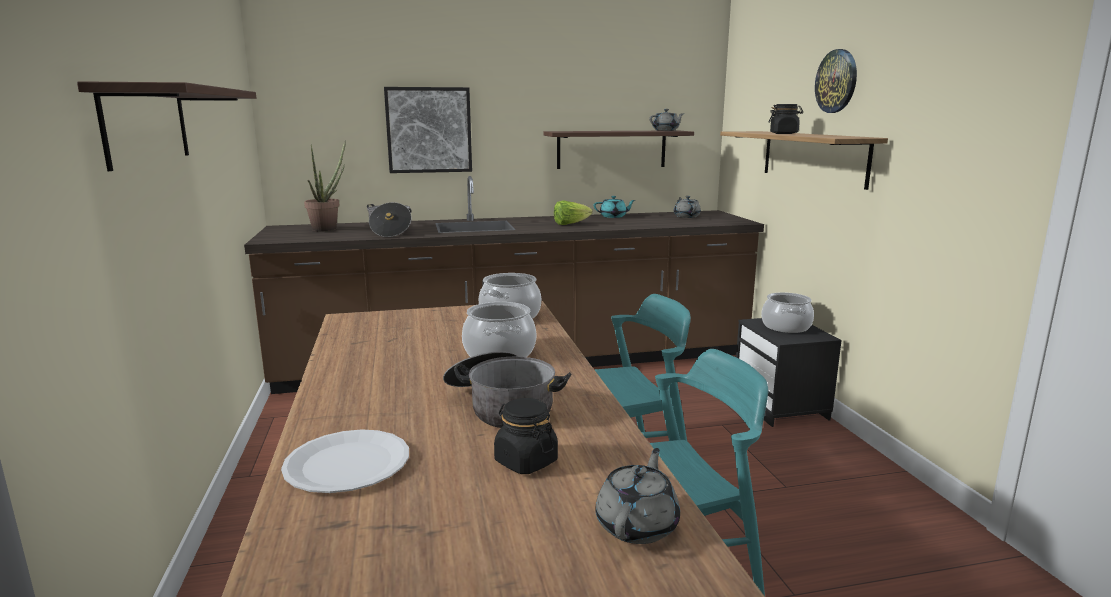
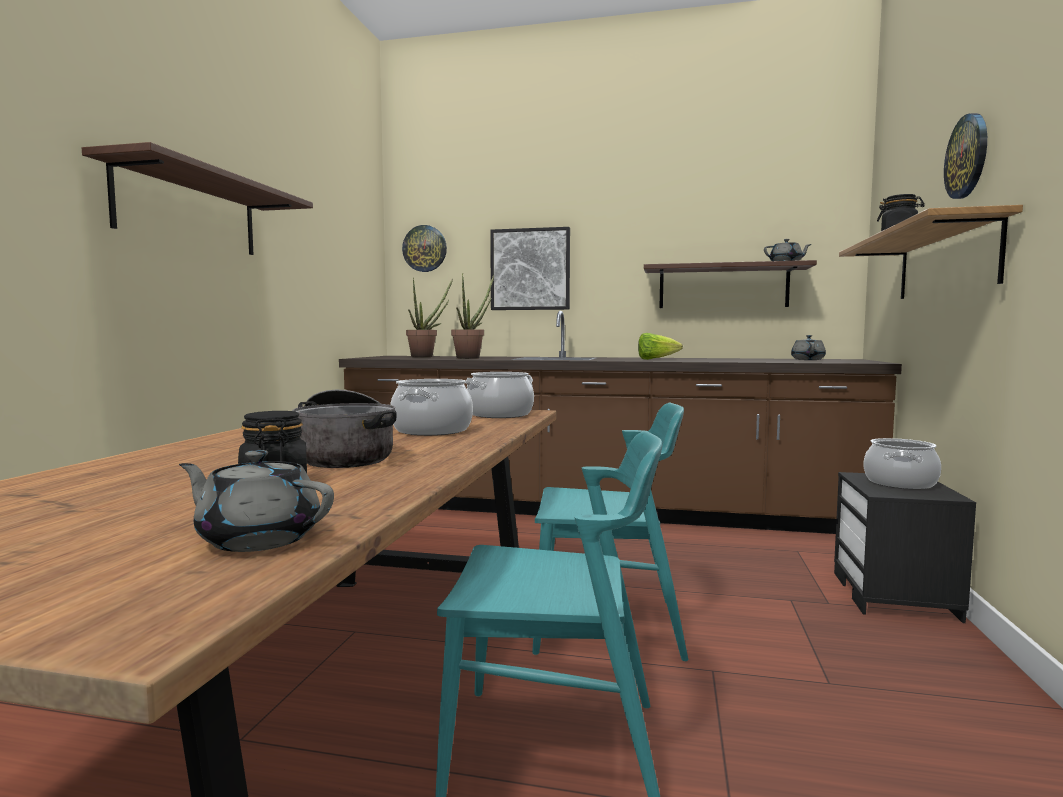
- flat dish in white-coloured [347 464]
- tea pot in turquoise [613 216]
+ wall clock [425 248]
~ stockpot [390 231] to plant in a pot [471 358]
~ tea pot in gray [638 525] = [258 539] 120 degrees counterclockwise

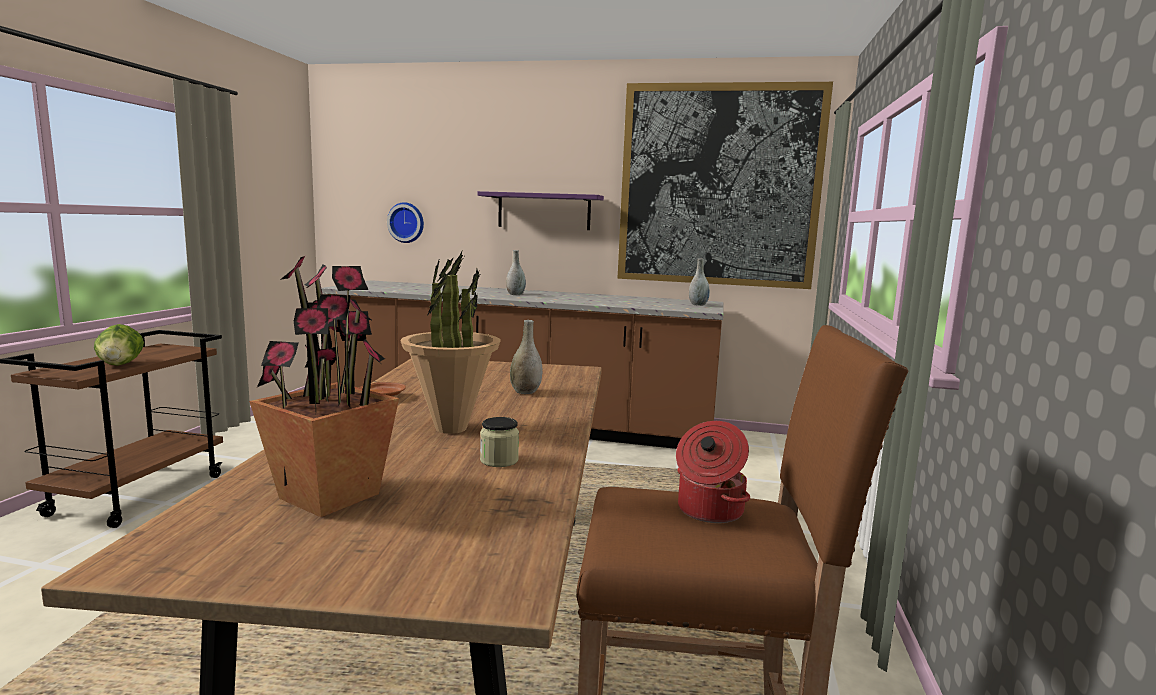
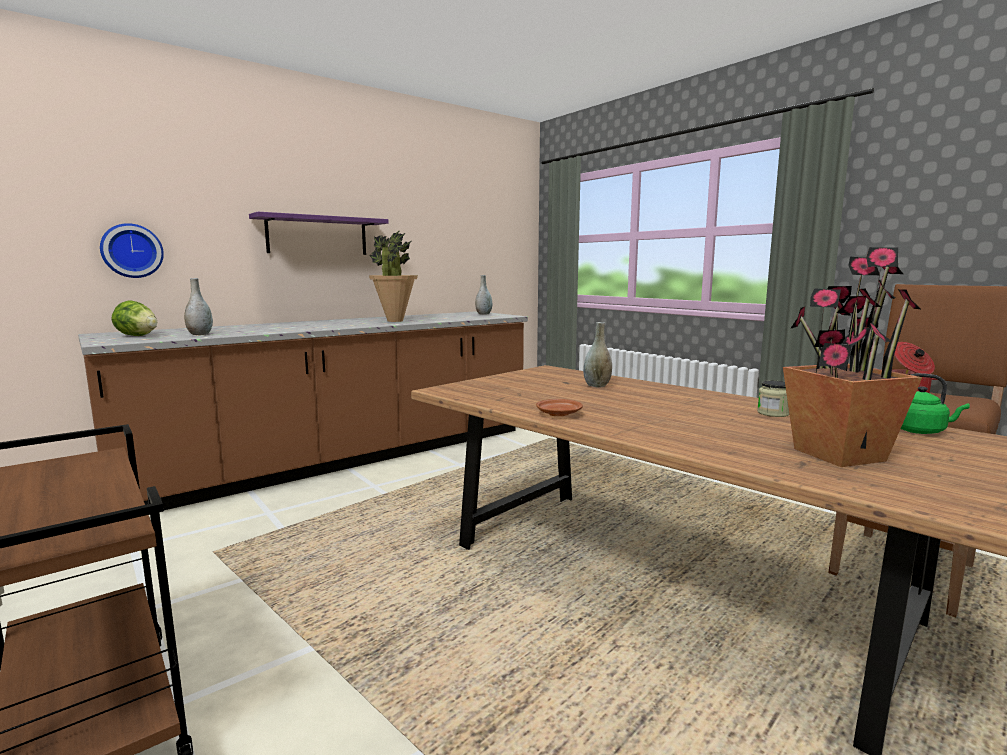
- picture [718 186]
+ tea kettle in green-coloured [920 431]
~ head of lettuce [120 364] to [137 336]
~ plant in a pot [451 428] to [394 321]
~ vase in gray [515 294] to [200 334]

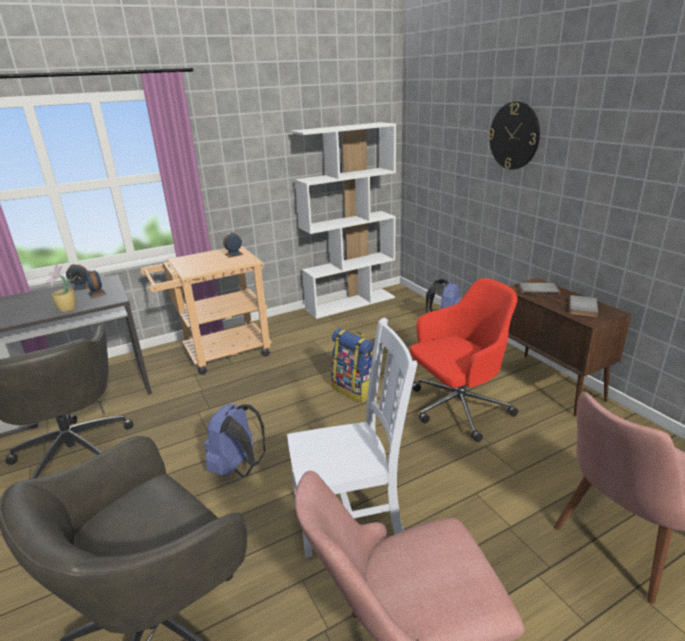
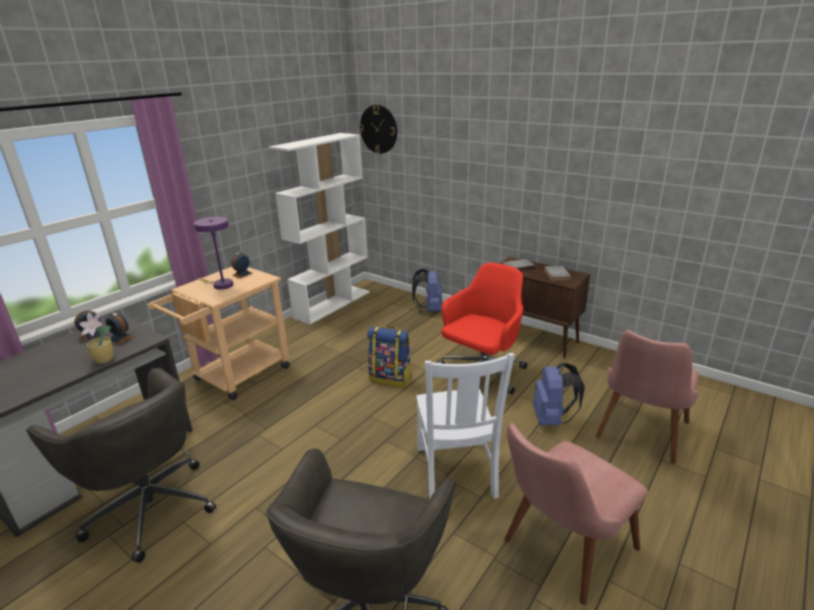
+ lamp for a table in purplish [220 285]
~ rucksack in blue-coloured [238 468] to [552 419]
~ wall clock [514 136] to [378 129]
~ upright chair in white-coloured [351 514] = [456 474] 120 degrees clockwise

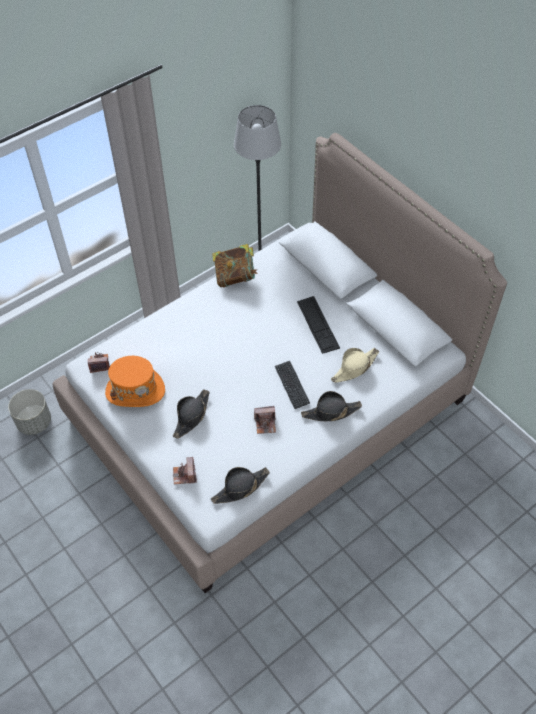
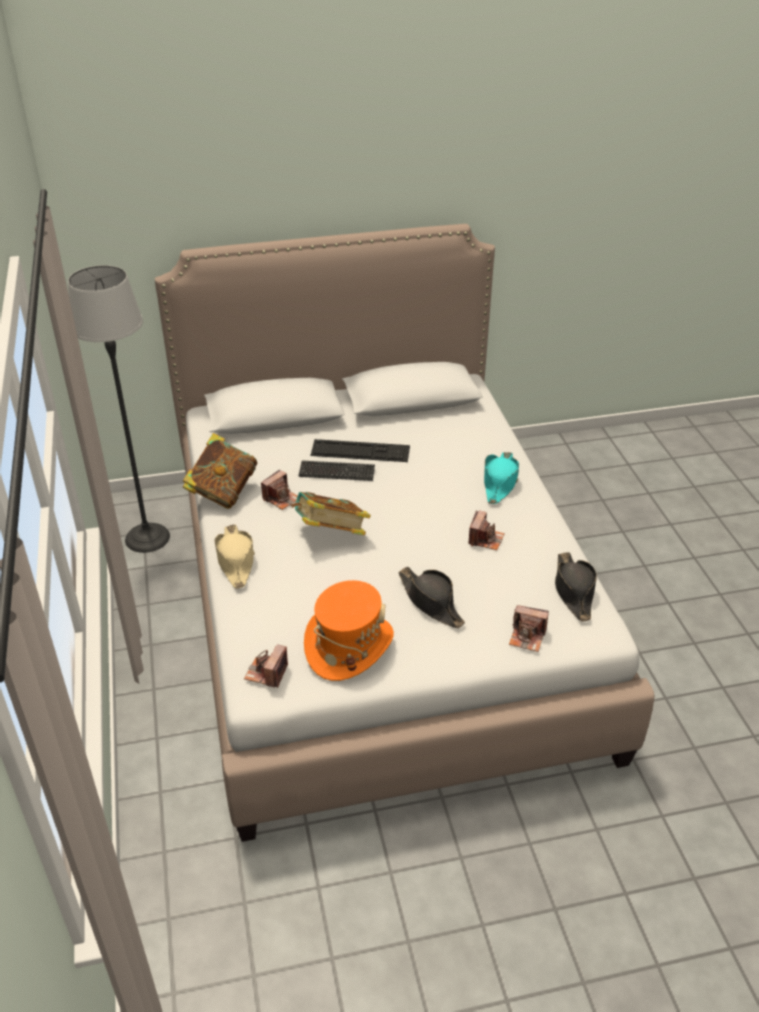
- flower pot in gray [34 422]
+ photo camera [281 498]
+ book [330 534]
~ PC keyboard [292 385] to [337 472]
~ hat in sand-coloured [354 368] to [235 561]
~ hat in blackish [331 412] to hat in turquoise [499 482]

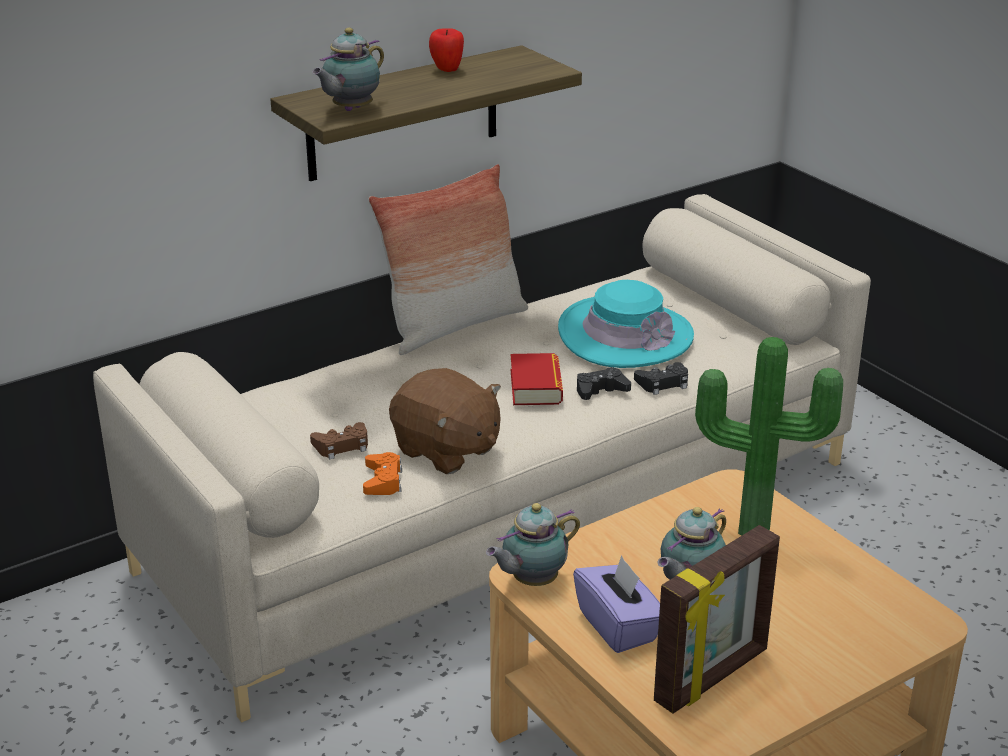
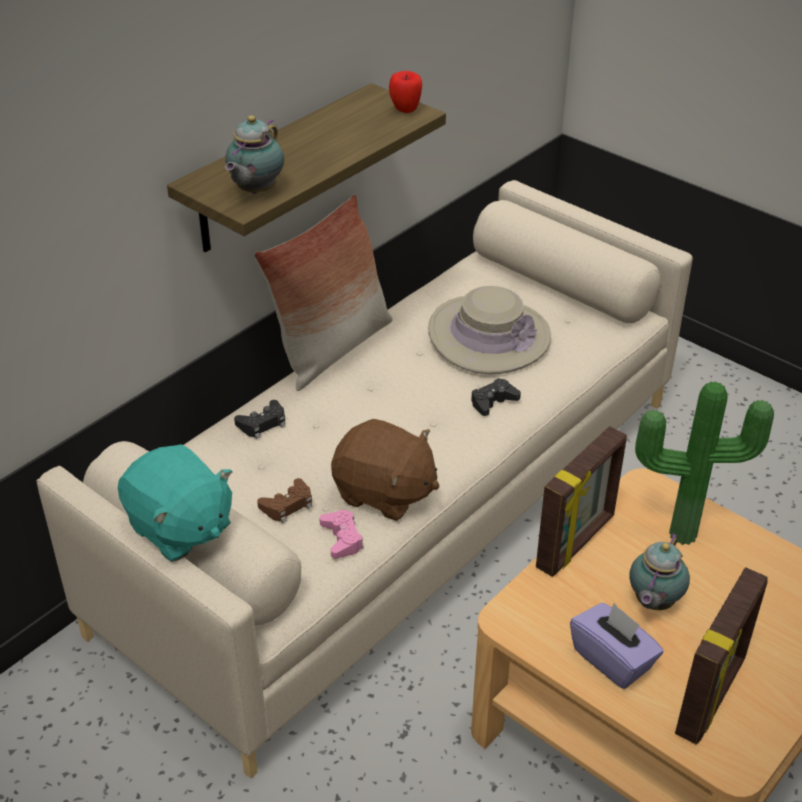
- tea pot [532 581]
- book [536 386]
+ cuddly toy in turquoise [180 528]
+ photo frame [577 543]
~ whole apple [447 70] to [405 110]
~ game controller in blackish [663 383] to [262 424]
~ game controller in orangey [383 480] to game controller in pinkish [342 538]
~ hat in turquoise [625 335] to hat in sand-coloured [489 336]

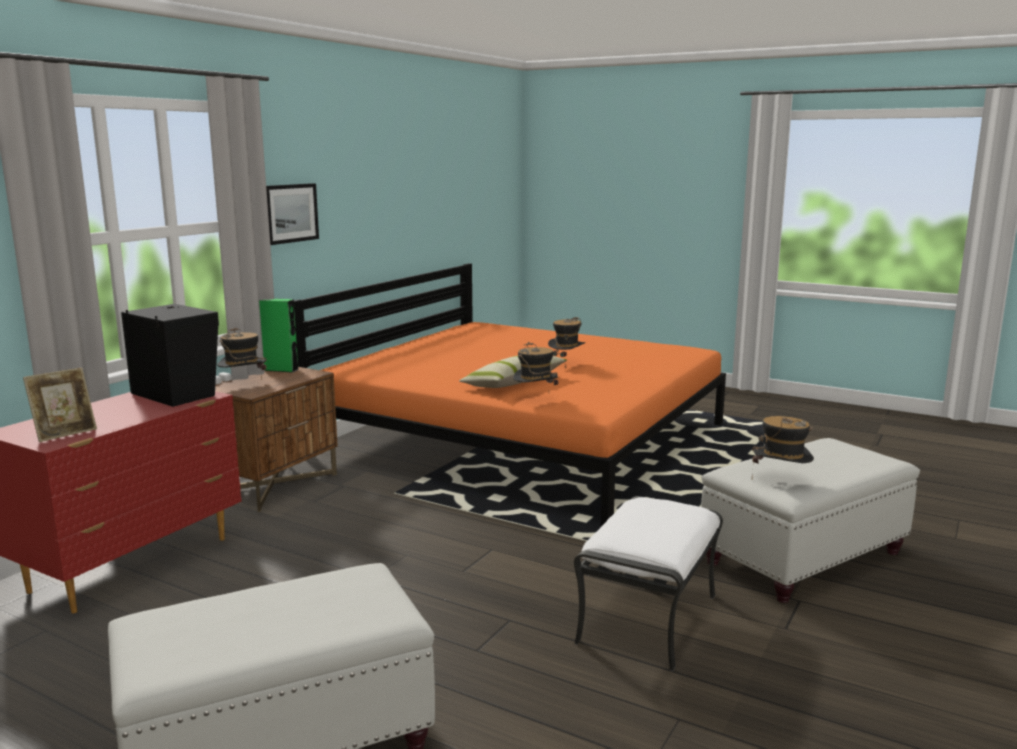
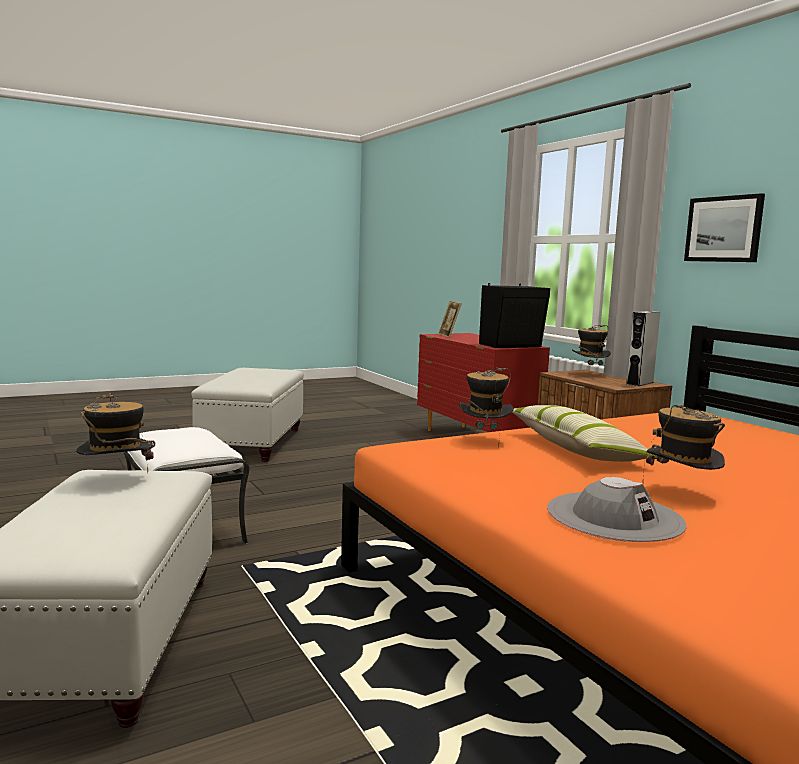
+ hat in gray [614 517]
~ loudspeaker in green-coloured [280 369] to loudspeaker in gray [639 383]

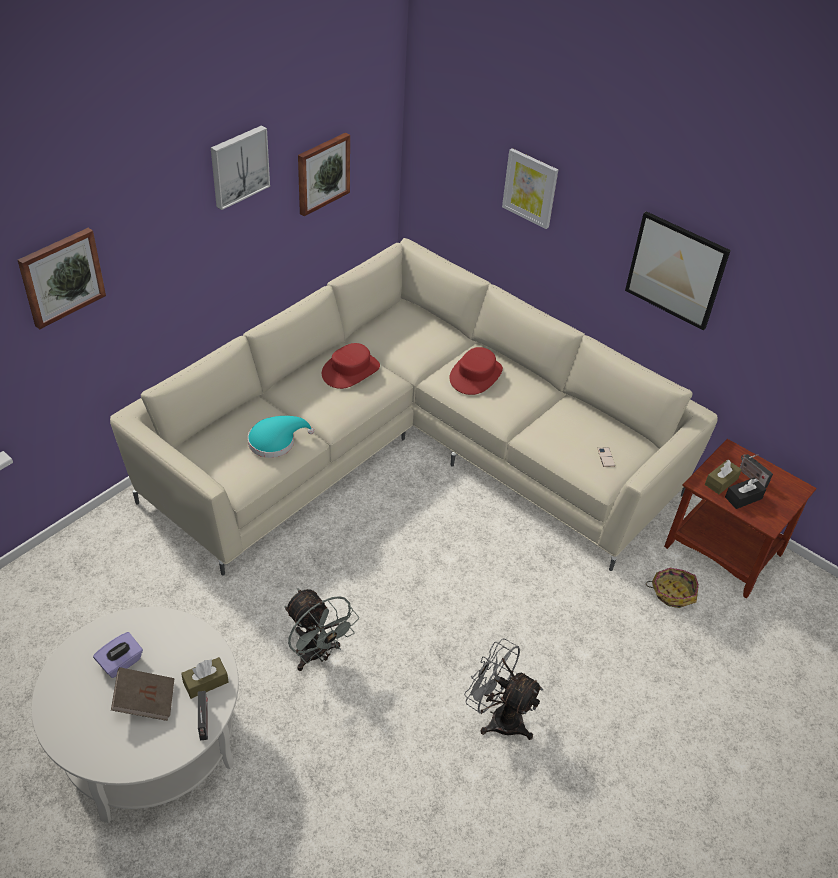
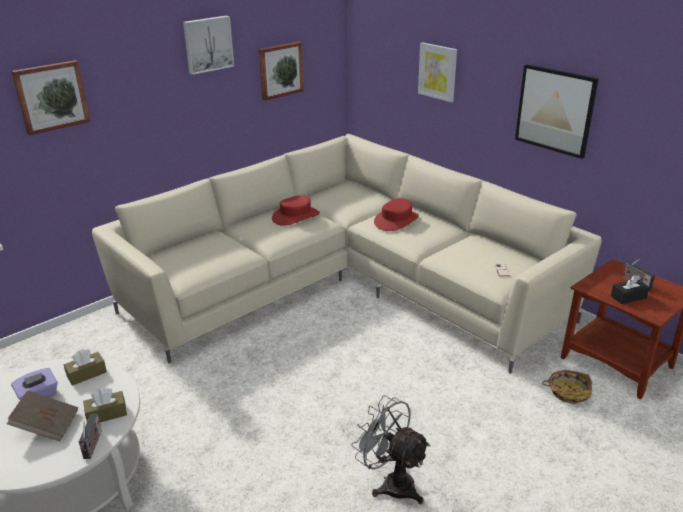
- hat in turquoise [275 441]
- electric fan in gray [317 655]
~ tissue box in brown-coloured [721 482] to [86 374]

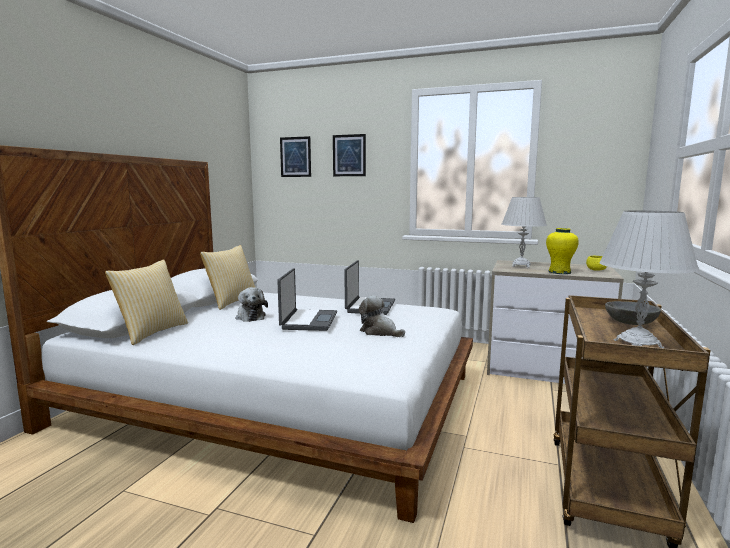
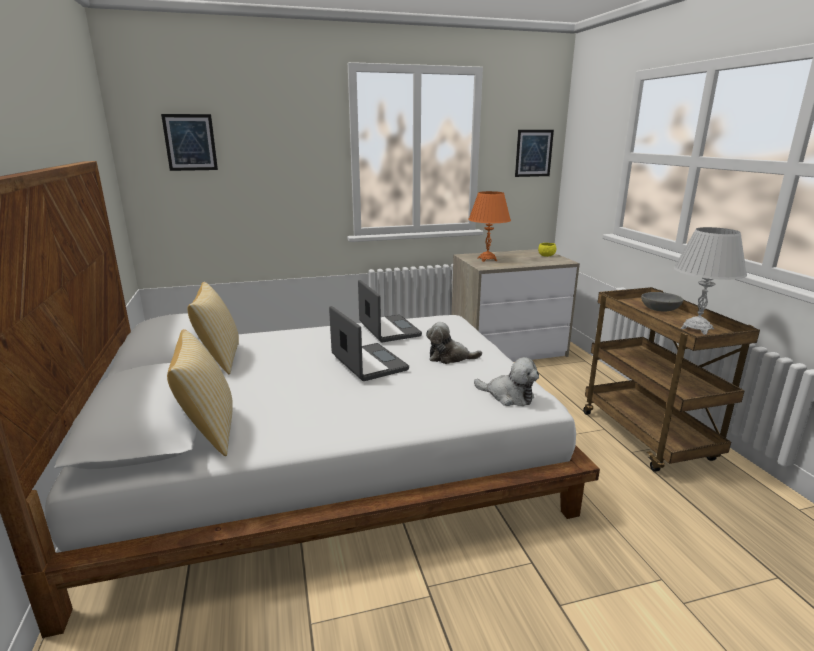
- vase in yellowish [559 272]
~ cuddly toy [250 316] to [508 396]
~ picture [349 155] to [533 153]
~ lamp for a table in white-coloured [521 266] to lamp for a table in orangey [487 259]

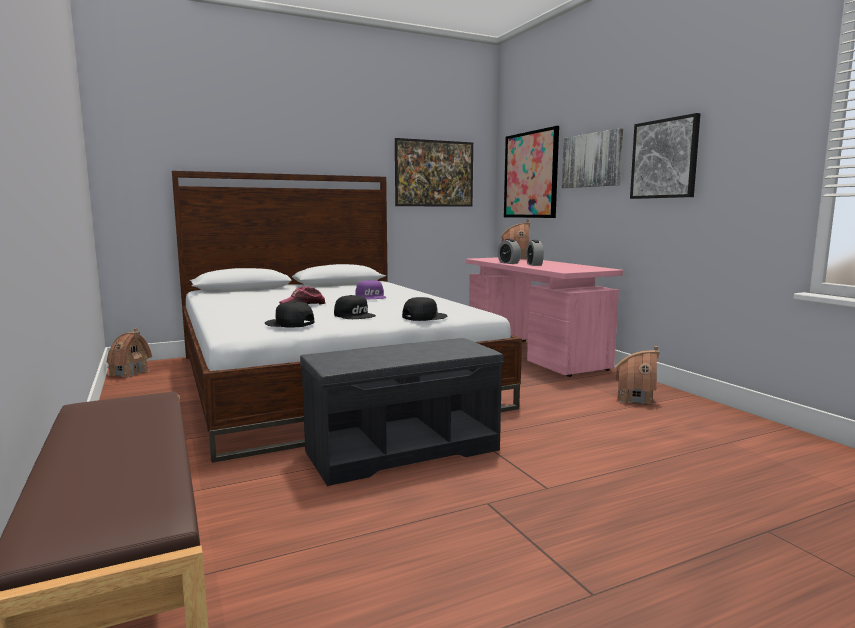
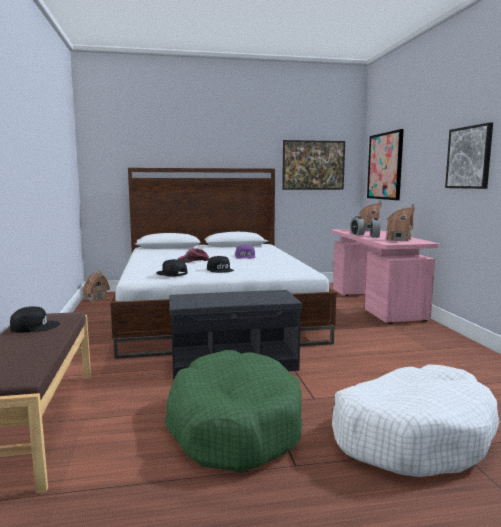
- picture [592 160]
+ dog cushion in green-coloured [233 425]
+ dog cushion in white-coloured [411 435]
~ cap in blackish [424 317] to [35 326]
~ miniature house [635 398] to [399 240]

